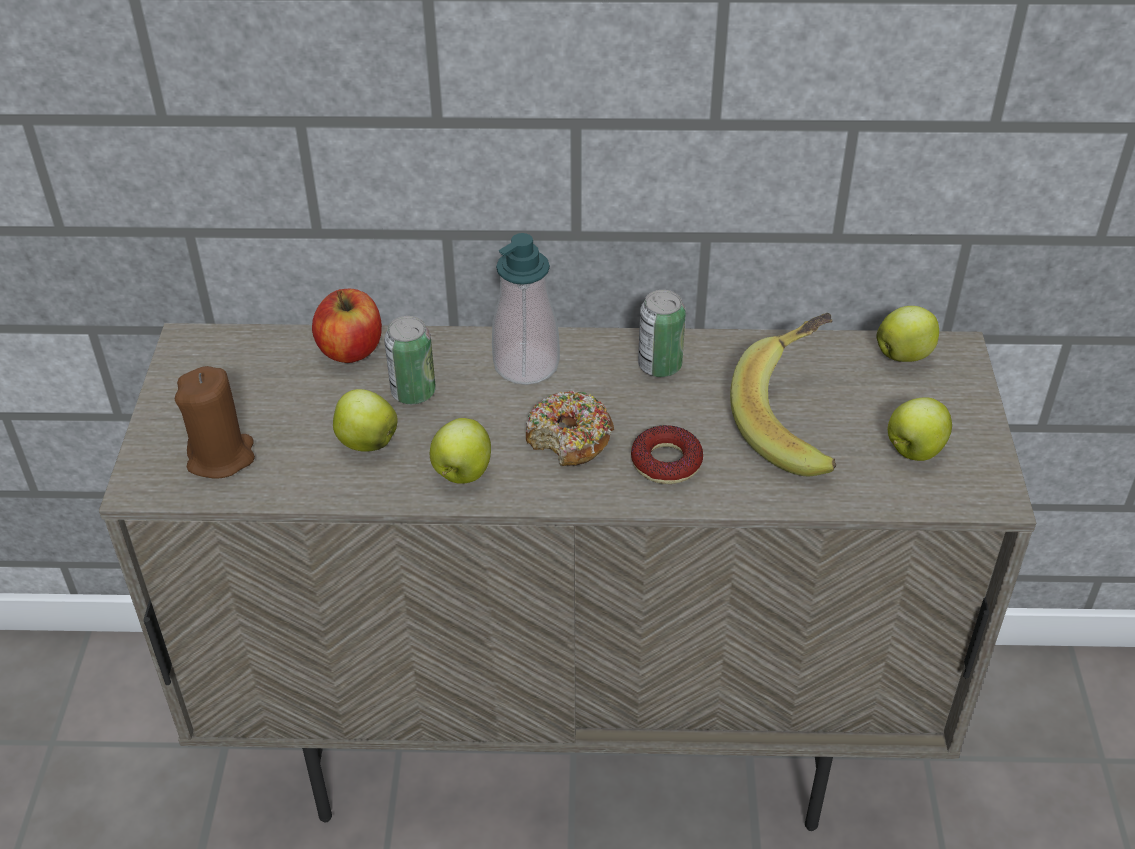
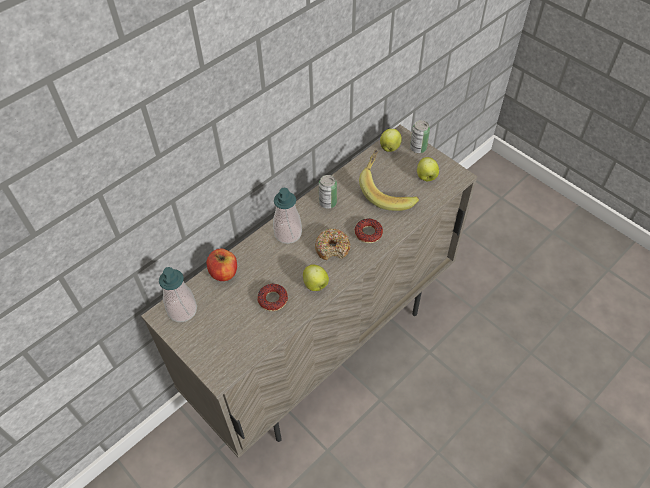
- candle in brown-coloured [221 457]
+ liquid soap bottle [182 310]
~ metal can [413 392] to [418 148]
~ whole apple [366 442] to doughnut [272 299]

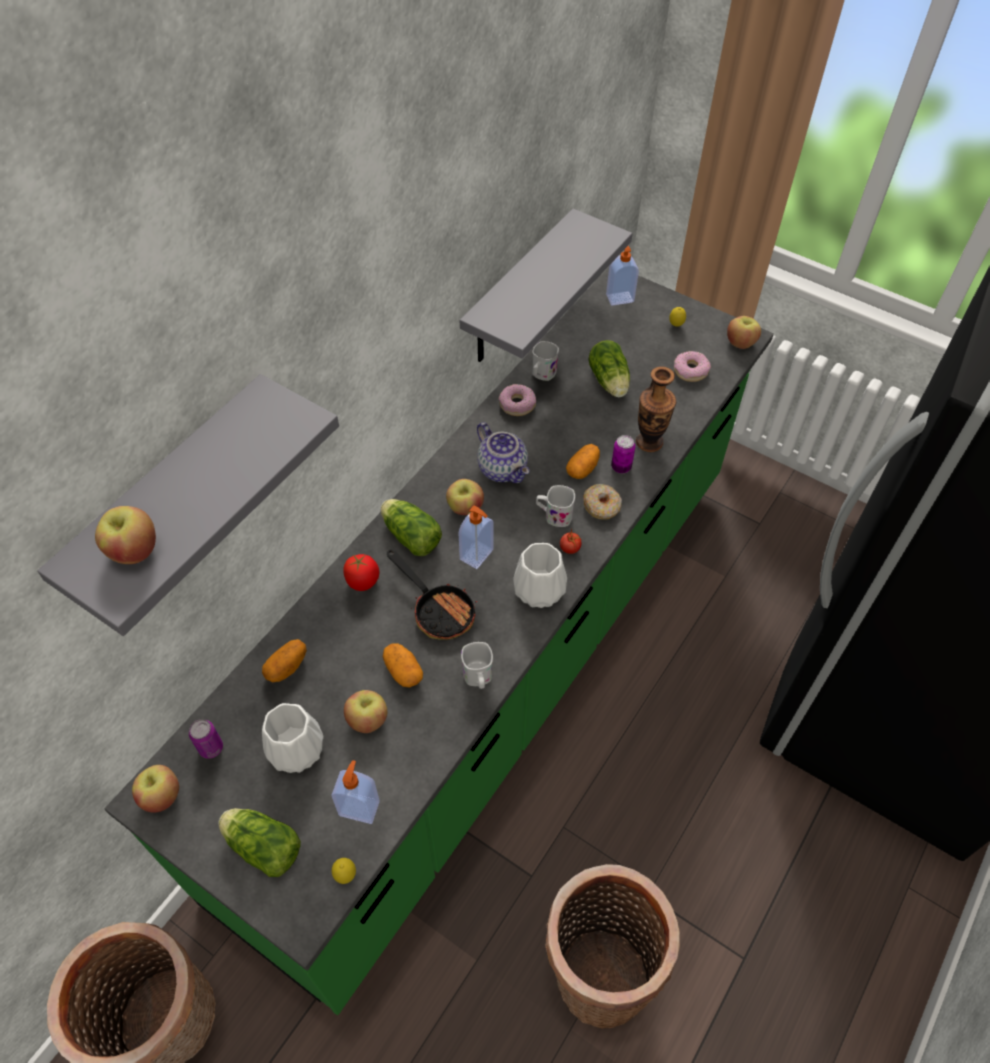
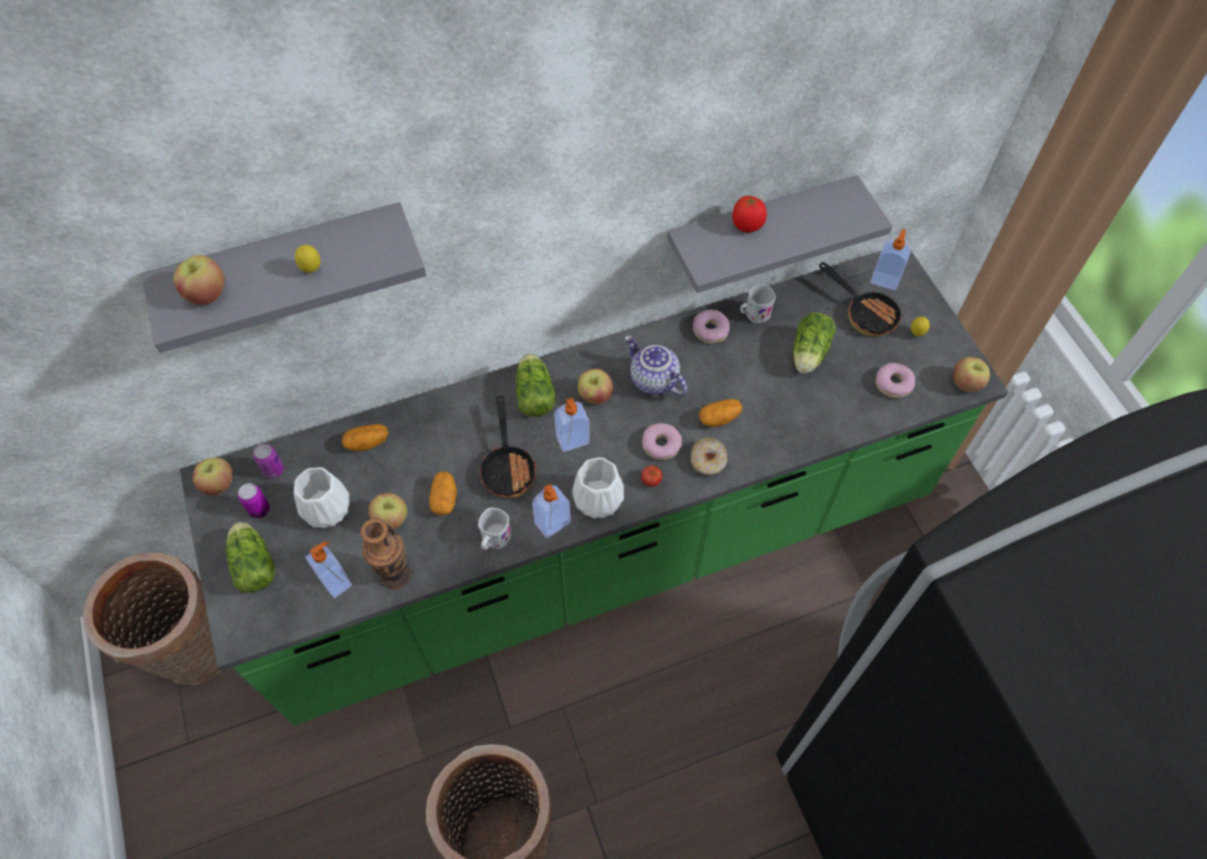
+ liquid soap bottle [553 524]
+ skillet [865 313]
~ lemon [345 875] to [312 270]
~ fresh tomato [363 581] to [747 225]
~ metal can [621 467] to [260 510]
~ vase [649 442] to [395 575]
~ mug in white-coloured [554 516] to doughnut [661 444]
~ tea pot [503 469] = [653 380] 135 degrees clockwise

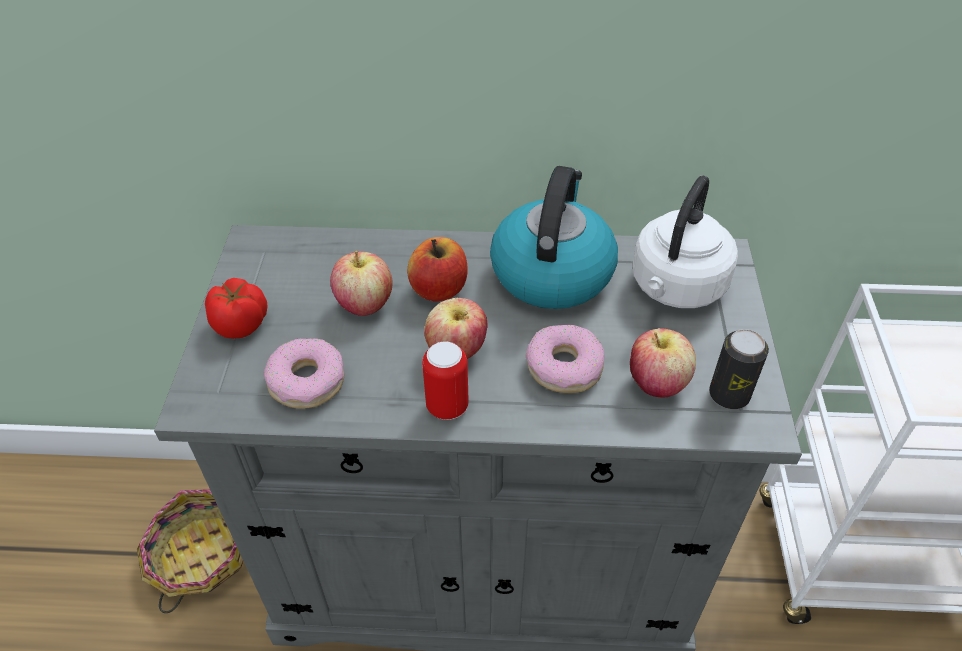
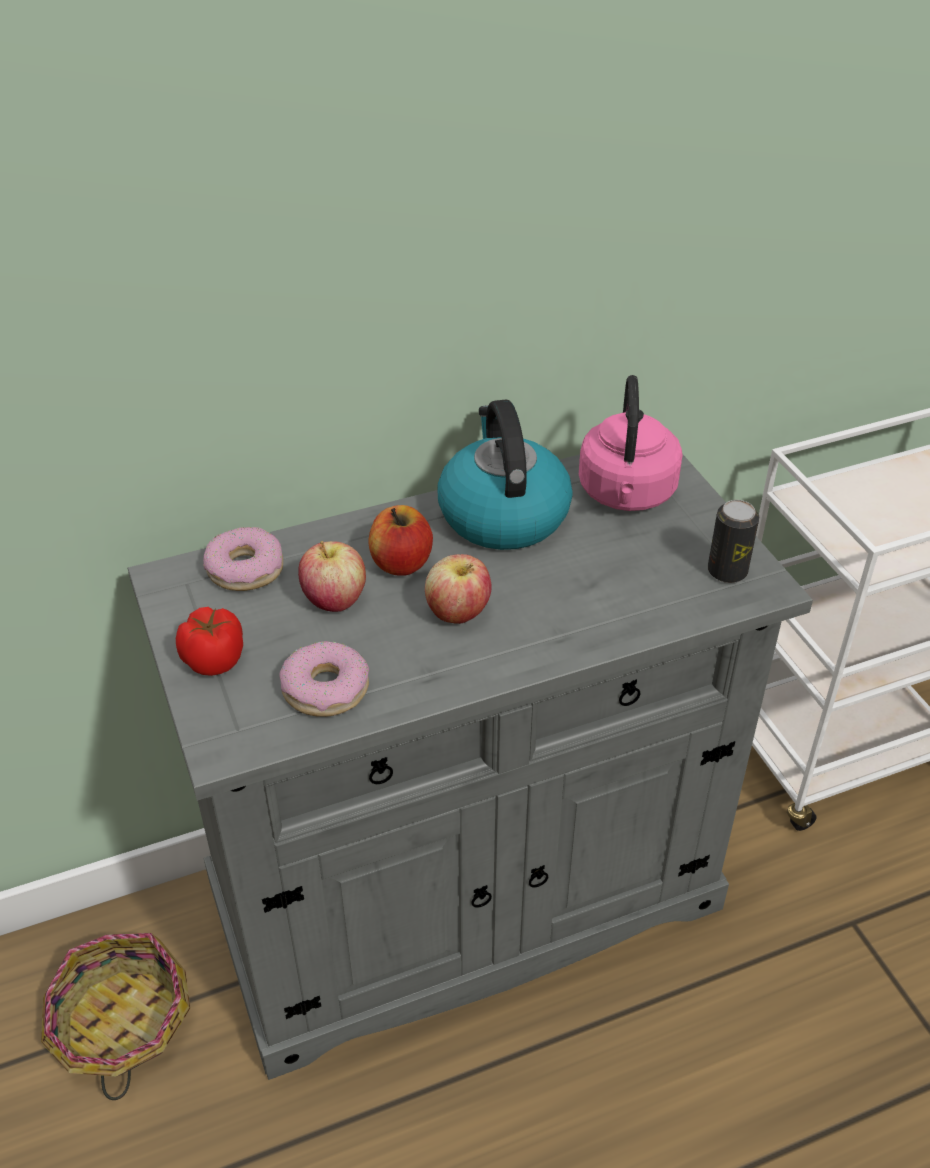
- metal can [447 406]
- whole apple [657 383]
~ doughnut [564 367] to [245 569]
~ tea kettle in white-coloured [675 288] to tea kettle in pinkish [626 495]

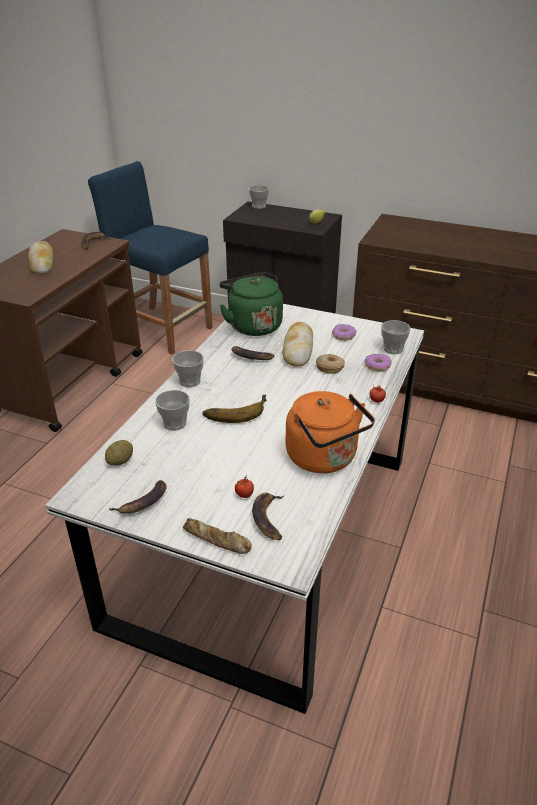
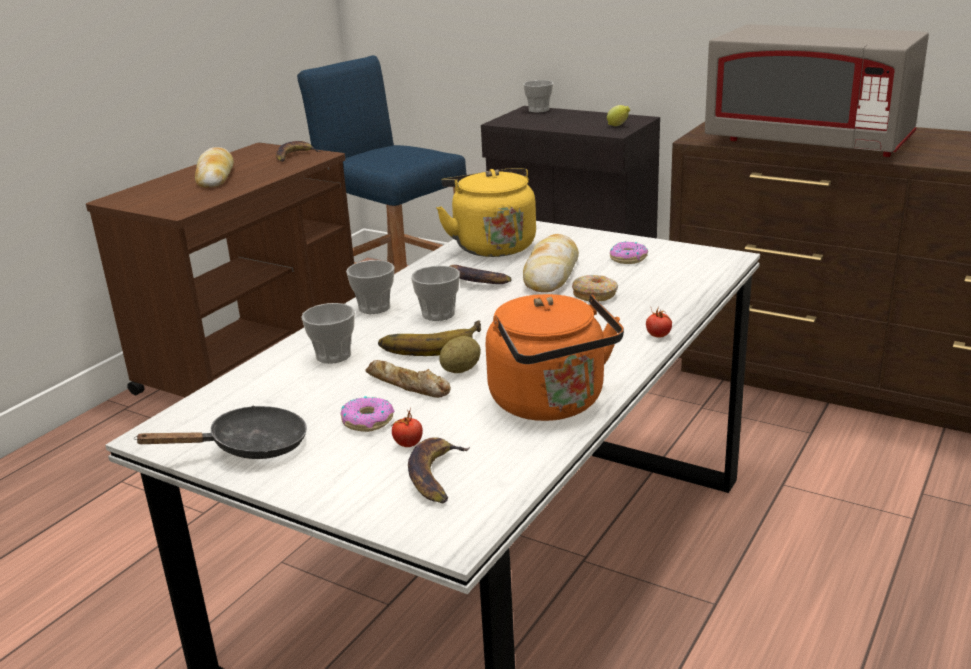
+ microwave in gray [808 142]
~ whole potato [120 461] to [461 370]
~ baked bread [217 540] to [407 386]
~ doughnut [377 366] to [367 421]
~ small cup [393 349] to [438 314]
~ banana fruit [143 502] to skillet in blackish [249 447]
~ tea kettle in green-coloured [253 325] to tea kettle in yellowish [492 245]

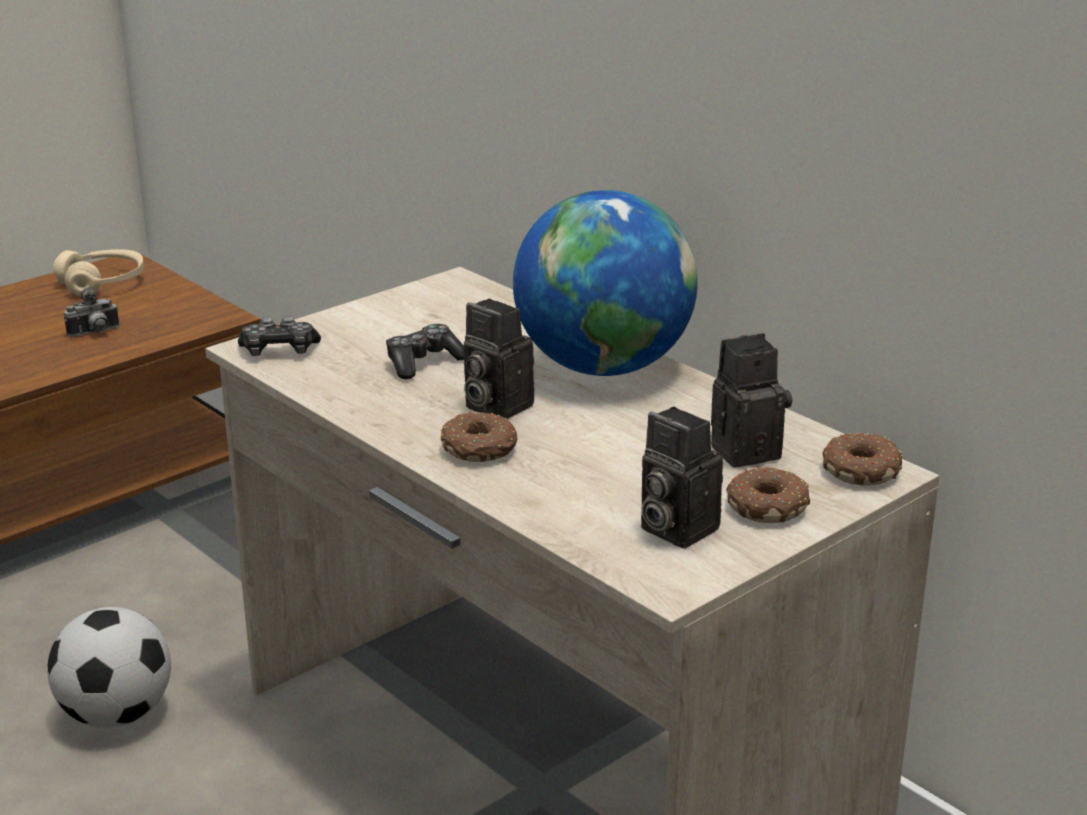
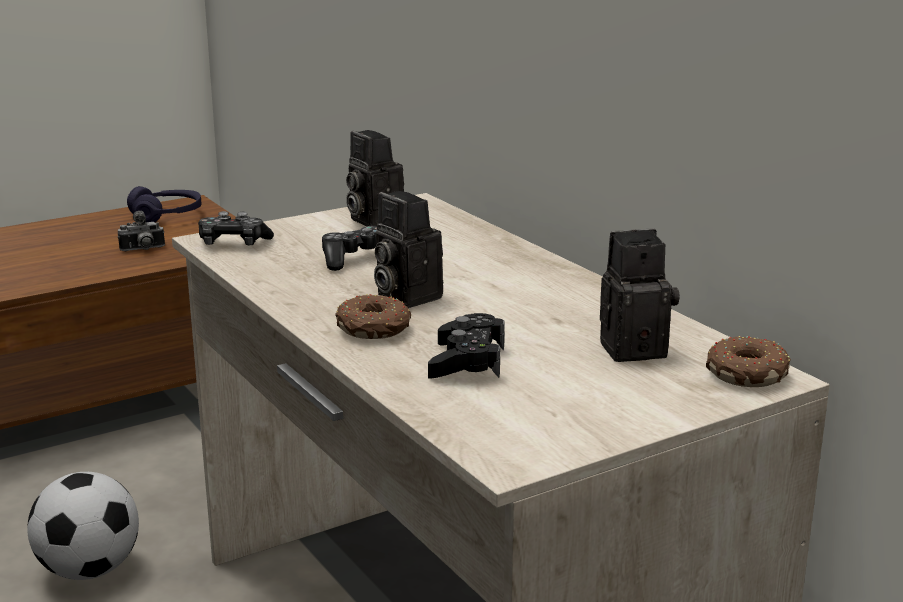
- world globe [603 367]
- doughnut [767 506]
+ game controller in blackish [467 361]
~ photo camera [673 528] to [372 220]
~ pair of headphones in sand-coloured [102 283] to pair of headphones in purplish [166 216]

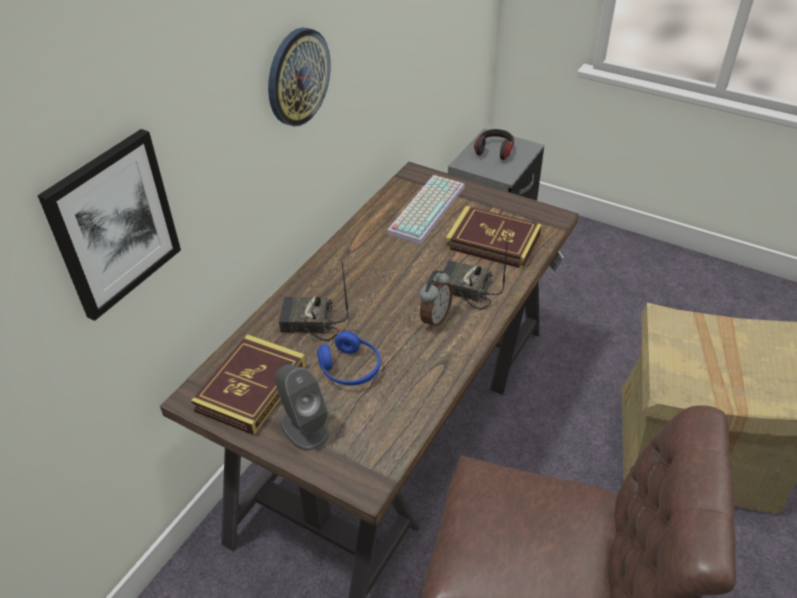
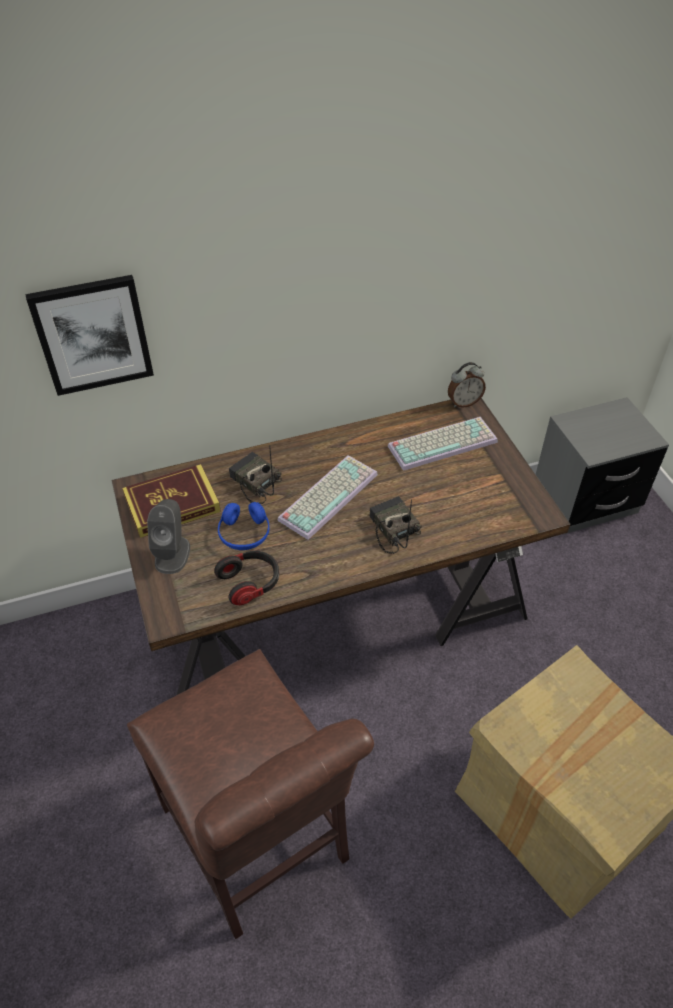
- wall clock [297 77]
- book [493 241]
+ PC keyboard [328 495]
~ table clock [434 319] to [463 402]
~ pair of headphones [494 151] to [250 583]

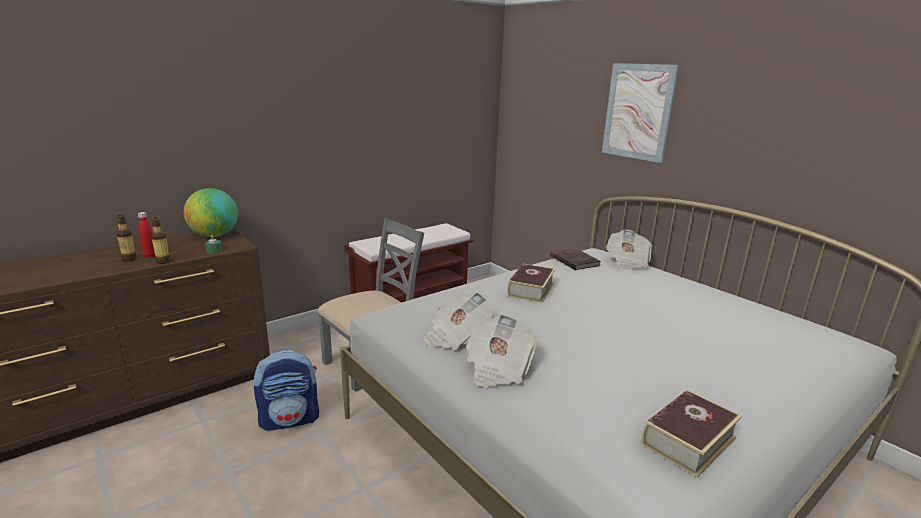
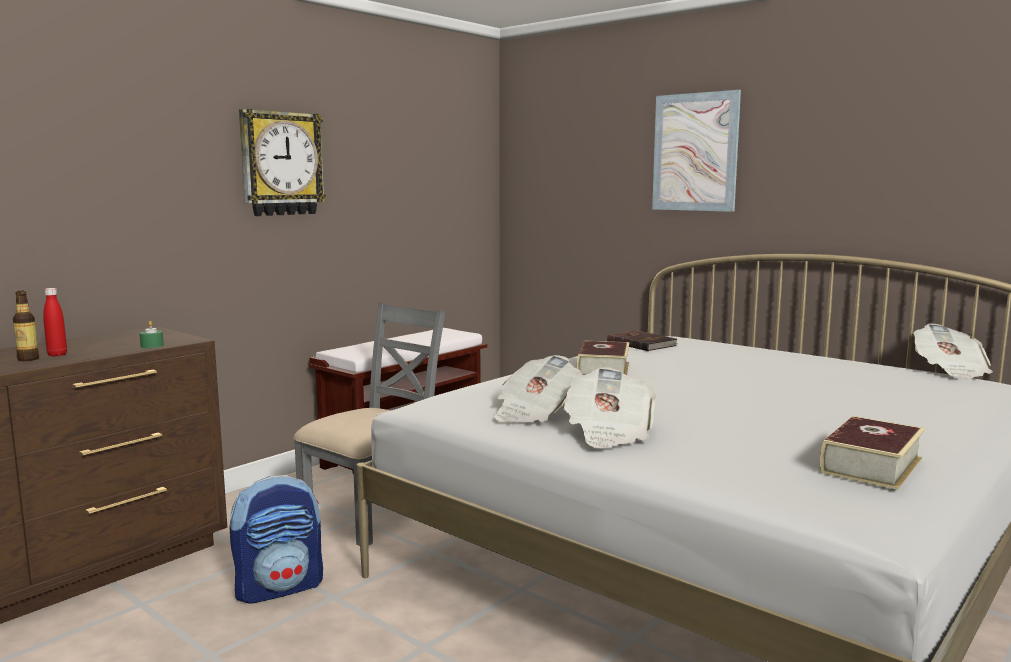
- drink bottle [163 262]
- world globe [214 236]
+ wall clock [281 164]
~ newspaper [627 262] to [950 371]

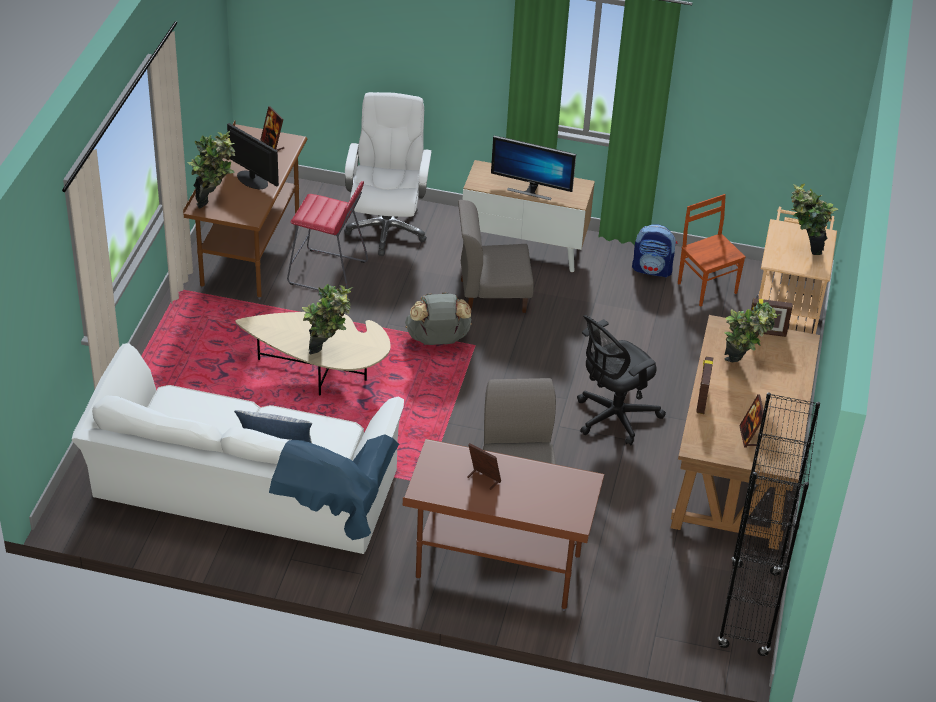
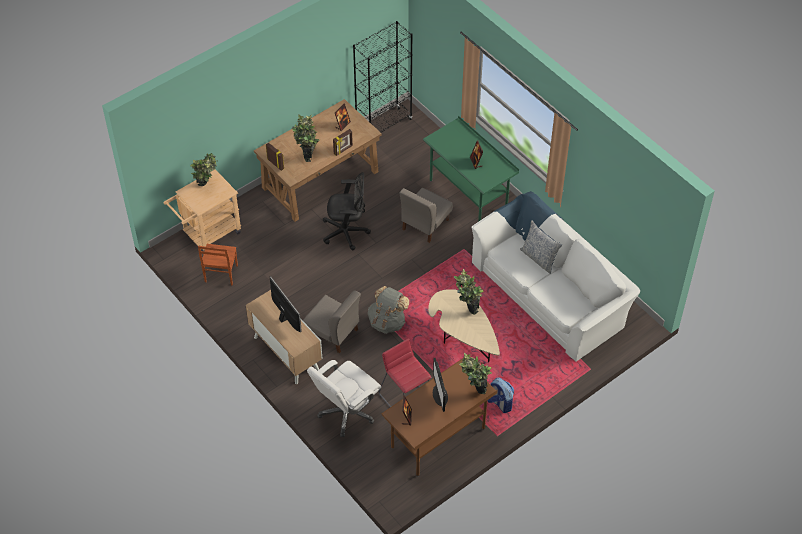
~ rucksack [652 269] to [499 403]
~ desk table in brown-coloured [498 569] to desk table in green-coloured [468 195]

